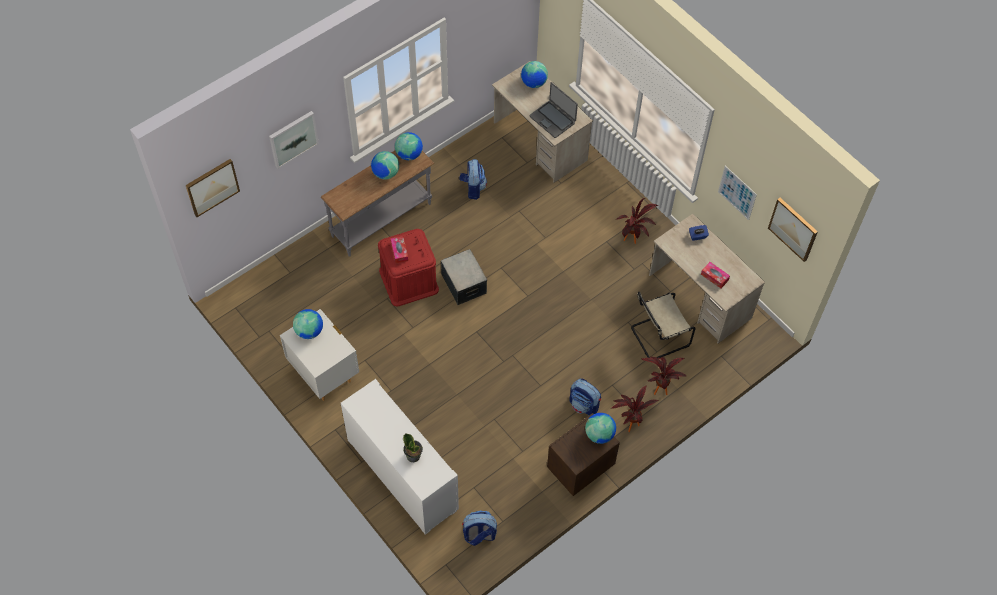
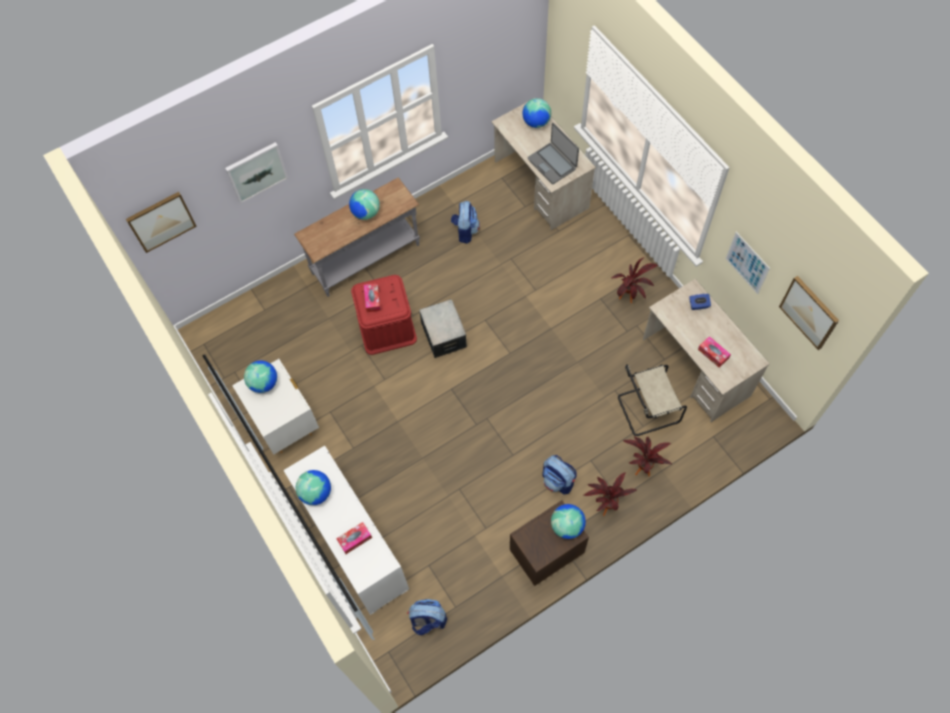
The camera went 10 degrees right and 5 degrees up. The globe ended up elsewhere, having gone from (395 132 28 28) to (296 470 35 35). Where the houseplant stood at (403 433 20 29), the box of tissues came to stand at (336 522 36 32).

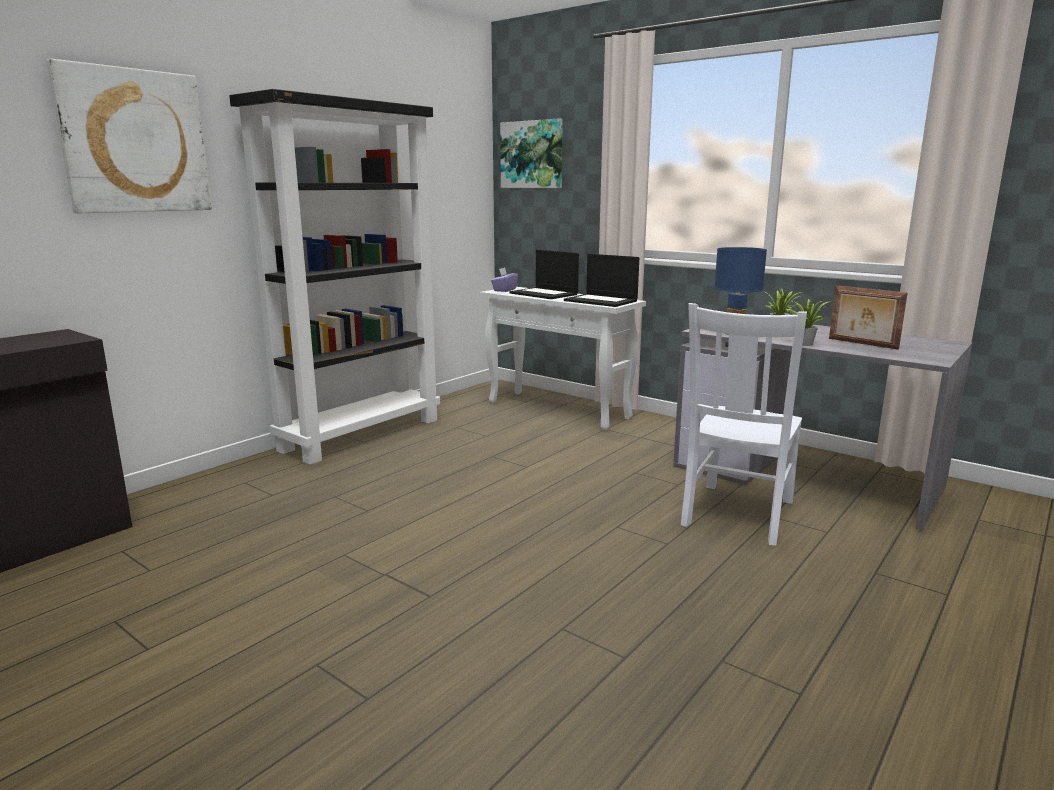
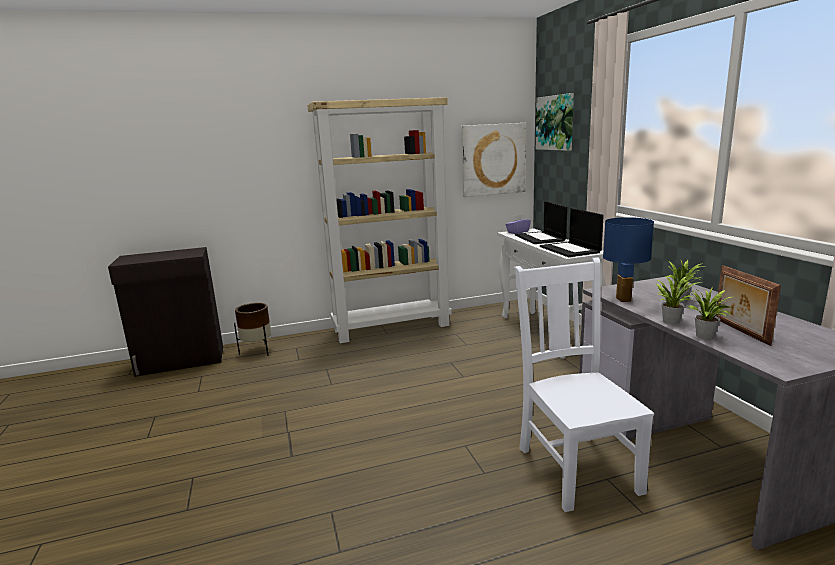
The camera went 35 degrees right and 0 degrees up. The wall picture ended up elsewhere, having gone from (47 59 165 154) to (461 123 65 74). What was the bookshelf in blackish at (229 89 211 376) turned into the bookshelf in beige-coloured at (307 97 145 246). The chair in white at (681 303 126 243) ended up facing another way, 105 degrees clockwise from before. The second view gained the houseplant at (684 287 48 52). The second view gained the plant pot in brown at (234 303 37 53).

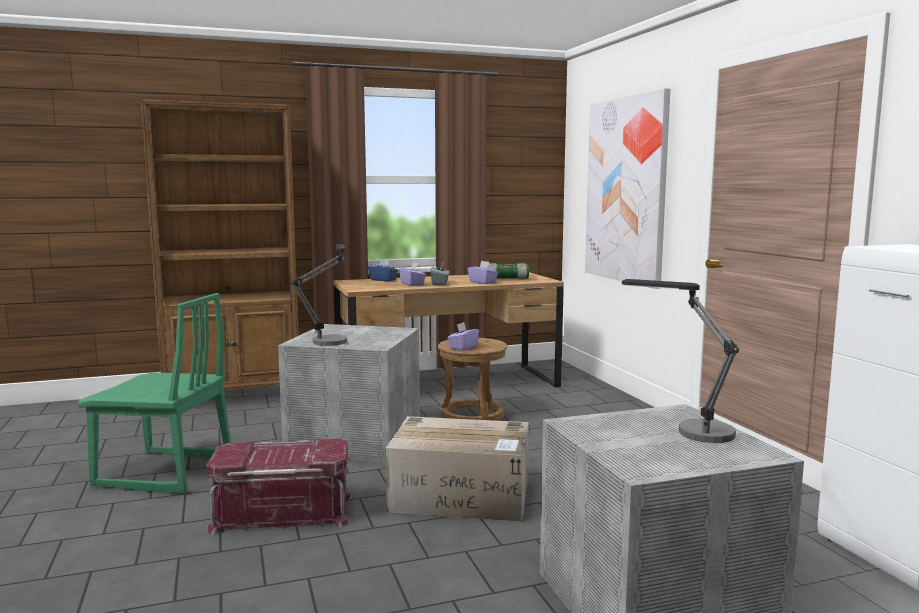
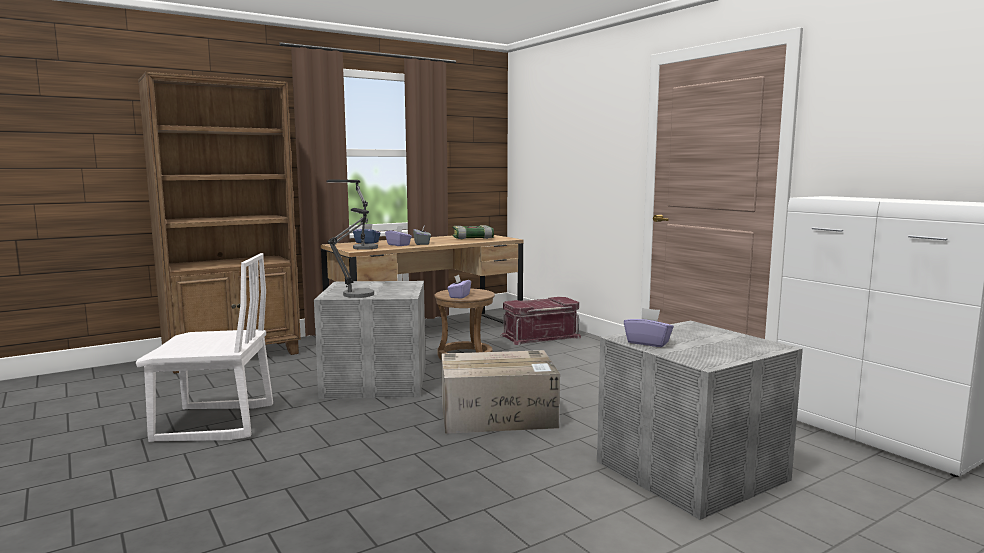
The camera went 15 degrees left and 0 degrees up. The second view lost the wall picture at (585 88 85 201). The box of tissues in purple-coloured ended up elsewhere, having gone from (468 261 30 23) to (624 308 50 39). The lamp for a table ended up elsewhere, having gone from (622 279 117 164) to (326 180 52 70). What was the chair in green-coloured at (77 293 154 200) turned into the chair in white at (136 253 137 189). The storage container in red ended up elsewhere, having gone from (206 438 146 97) to (501 297 80 48).

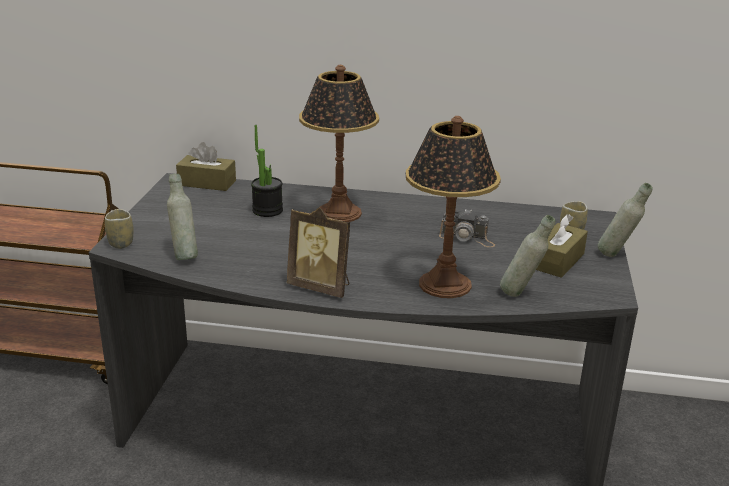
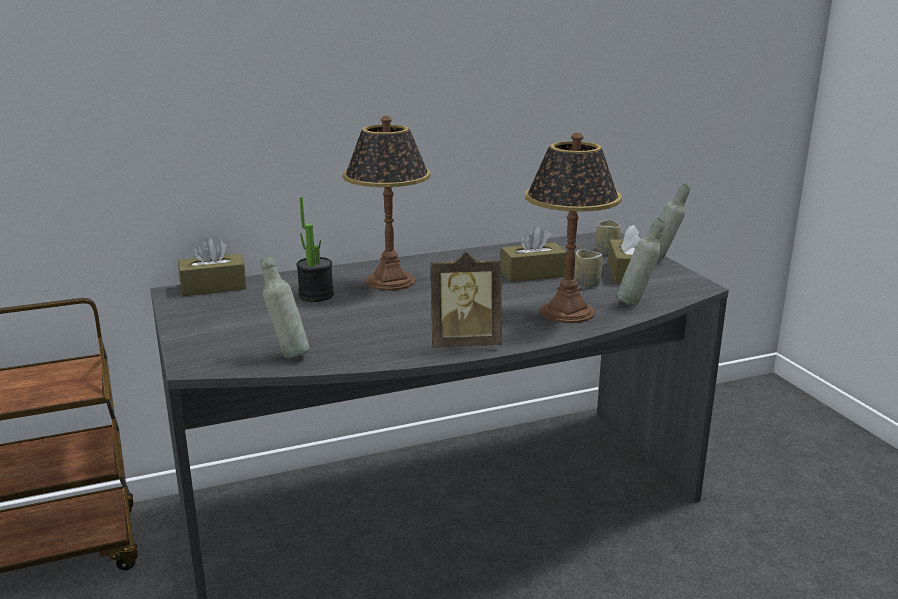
The camera went 30 degrees left and 5 degrees down. The cup ended up elsewhere, having gone from (105 209 29 40) to (574 249 28 38). Where the still camera stood at (439 210 56 37), the box of tissues in brown came to stand at (500 226 67 56).

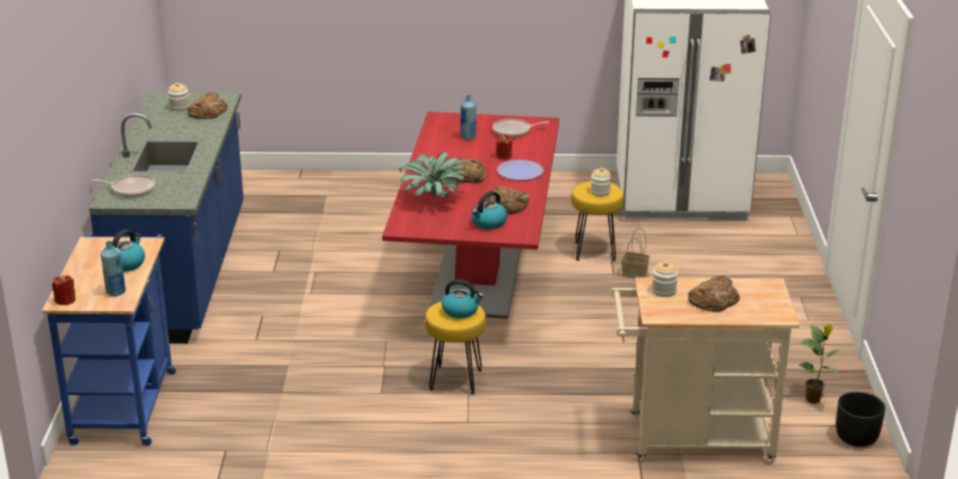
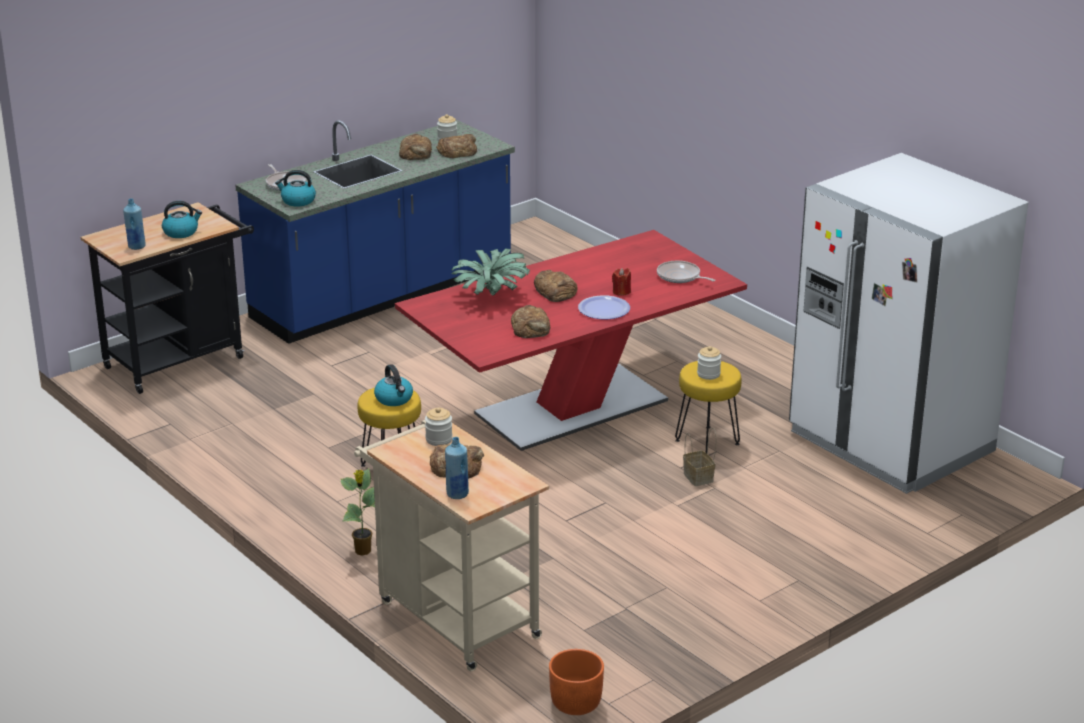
The camera went 50 degrees right and 0 degrees up. The bottle in blue ended up elsewhere, having gone from (460 95 16 45) to (445 437 24 62). The tea kettle ended up elsewhere, having gone from (471 191 36 38) to (275 170 41 37). What was the wheeled cart in blue at (42 234 134 212) turned into the wheeled cart in blackish at (81 202 173 192). The second view lost the wax light in red at (52 275 24 30). The houseplant ended up elsewhere, having gone from (798 324 46 79) to (341 468 34 87). What was the plant pot in blackish at (836 392 49 55) turned into the plant pot in orangey at (549 649 55 66). The second view gained the bread at (399 134 33 26).

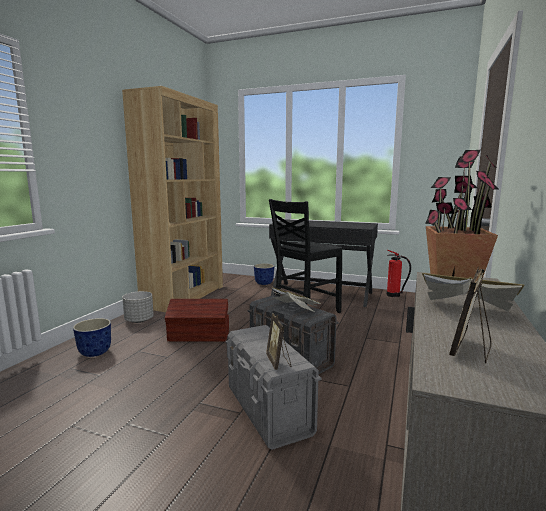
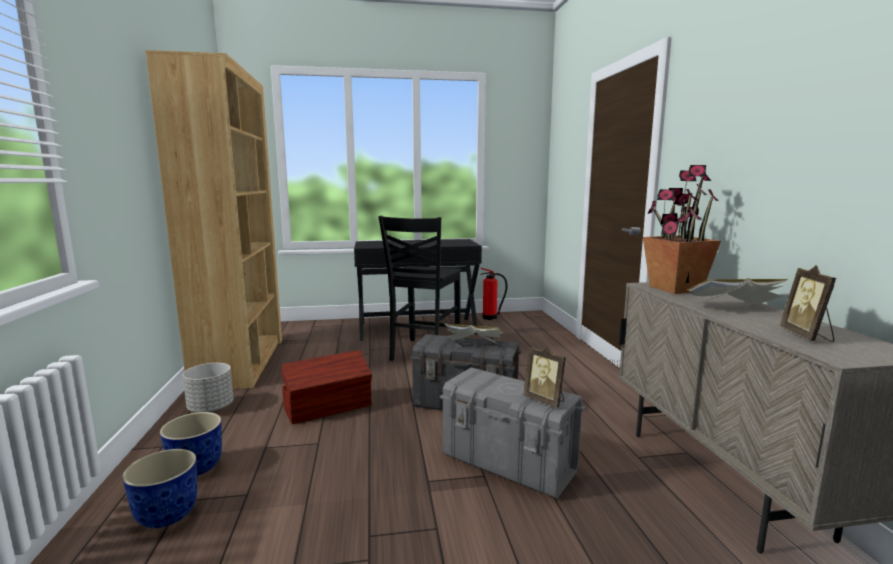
The camera went 30 degrees left and 0 degrees up. The plant pot ended up elsewhere, having gone from (254 263 20 22) to (122 449 75 79).

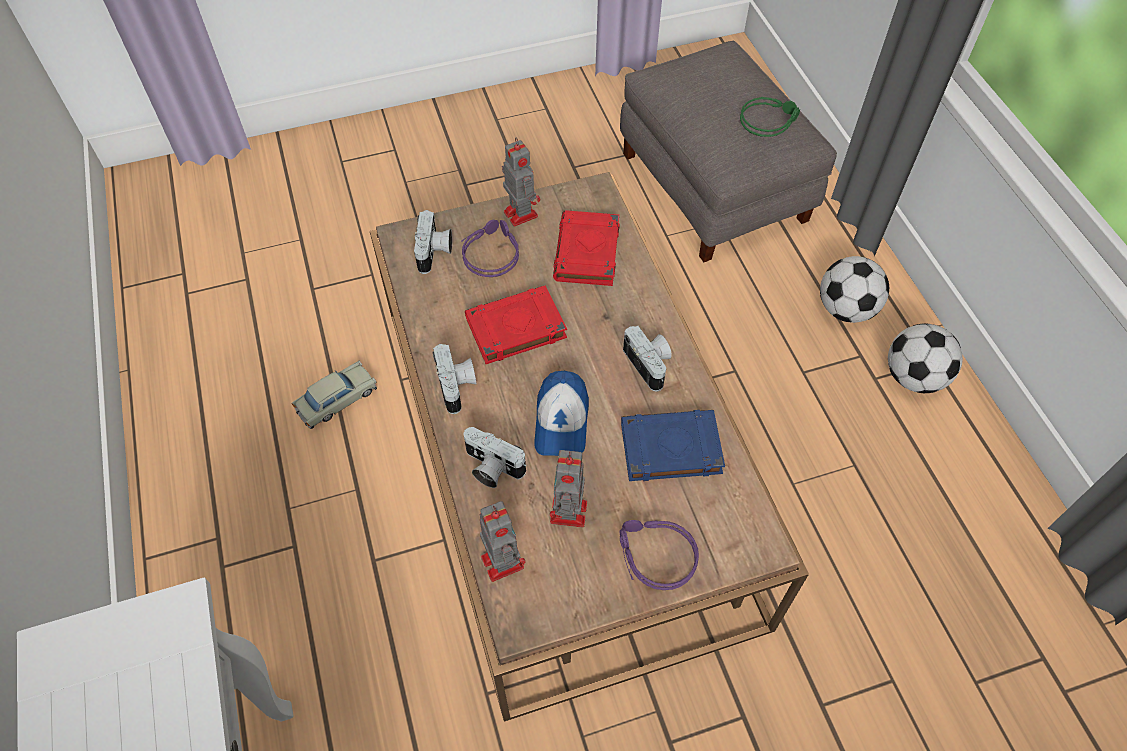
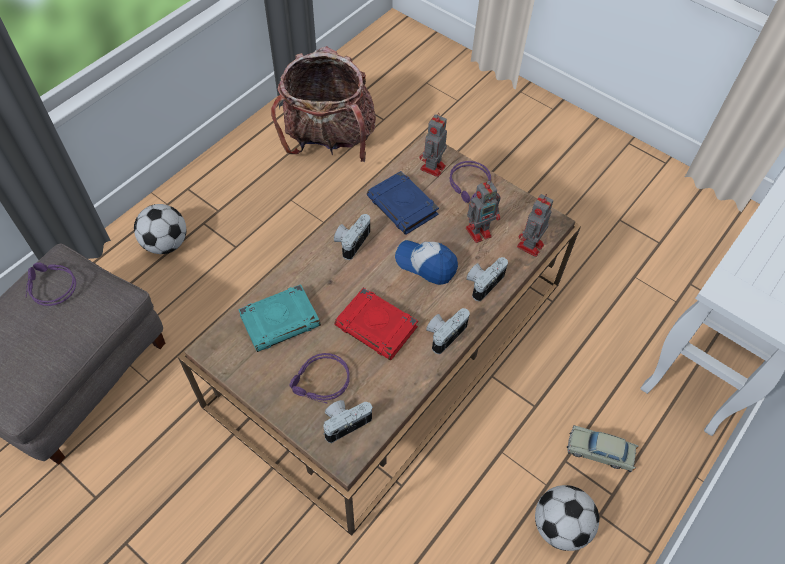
The camera went 125 degrees left and 0 degrees up. What was the headphones in green-coloured at (740 97 60 40) turned into the headphones in purple-coloured at (26 262 50 44). The toy robot ended up elsewhere, having gone from (502 137 38 90) to (419 113 28 64). What was the book in red at (553 210 67 76) turned into the book in turquoise-coloured at (238 284 83 68). The football ended up elsewhere, having gone from (888 323 75 70) to (535 485 64 66). The miniature car in beige-coloured ended up elsewhere, having gone from (291 361 86 68) to (567 425 72 47). The peaked cap at (534 371 55 85) ended up facing another way, 120 degrees counterclockwise from before. The still camera at (463 427 63 61) ended up facing another way, 135 degrees counterclockwise from before. The second view gained the backpack at (271 46 105 116).

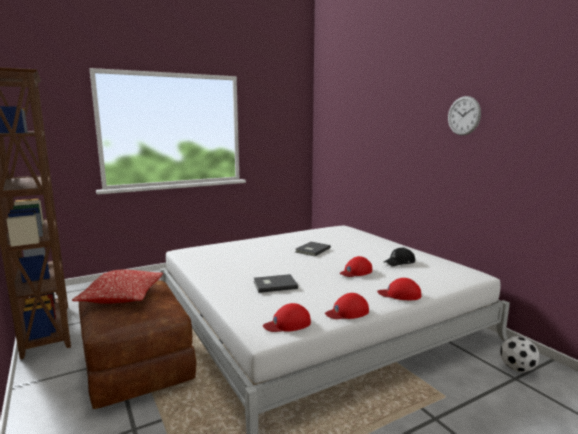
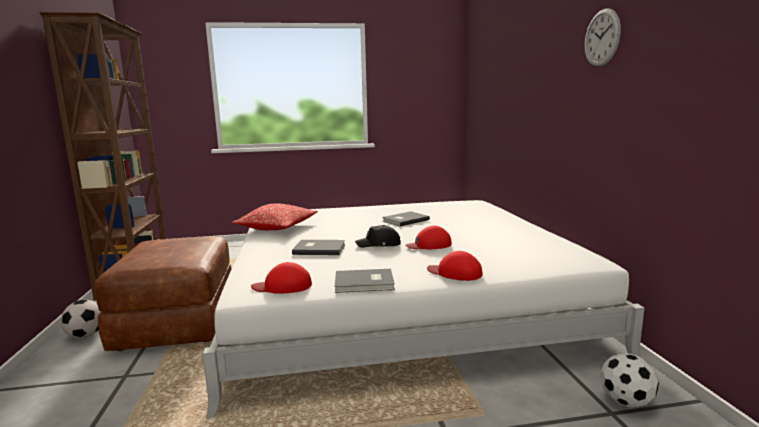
The camera went 20 degrees right and 0 degrees up. The peaked cap in blackish ended up elsewhere, having gone from (384 248 31 18) to (355 225 46 23). The throw pillow ended up elsewhere, having gone from (72 270 91 34) to (232 203 86 27). Where the peaked cap in red stood at (325 293 44 26), the book in greyish came to stand at (335 269 60 24). The second view gained the football at (61 300 40 38).

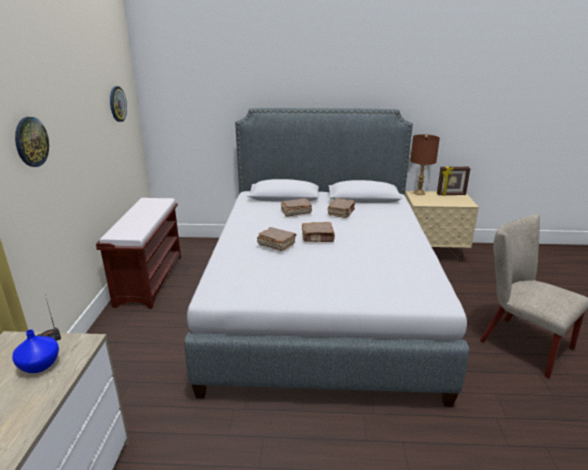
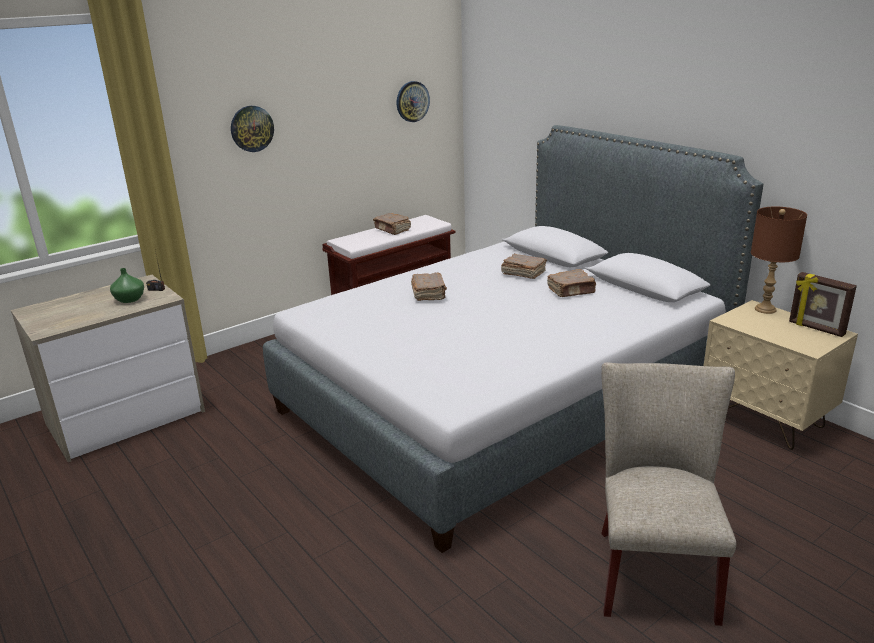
The camera went 50 degrees right and 0 degrees up. The book in brown ended up elsewhere, having gone from (302 222 33 20) to (373 213 38 22). What was the vase in blue at (12 329 47 44) turned into the vase in green-coloured at (110 268 34 35).

